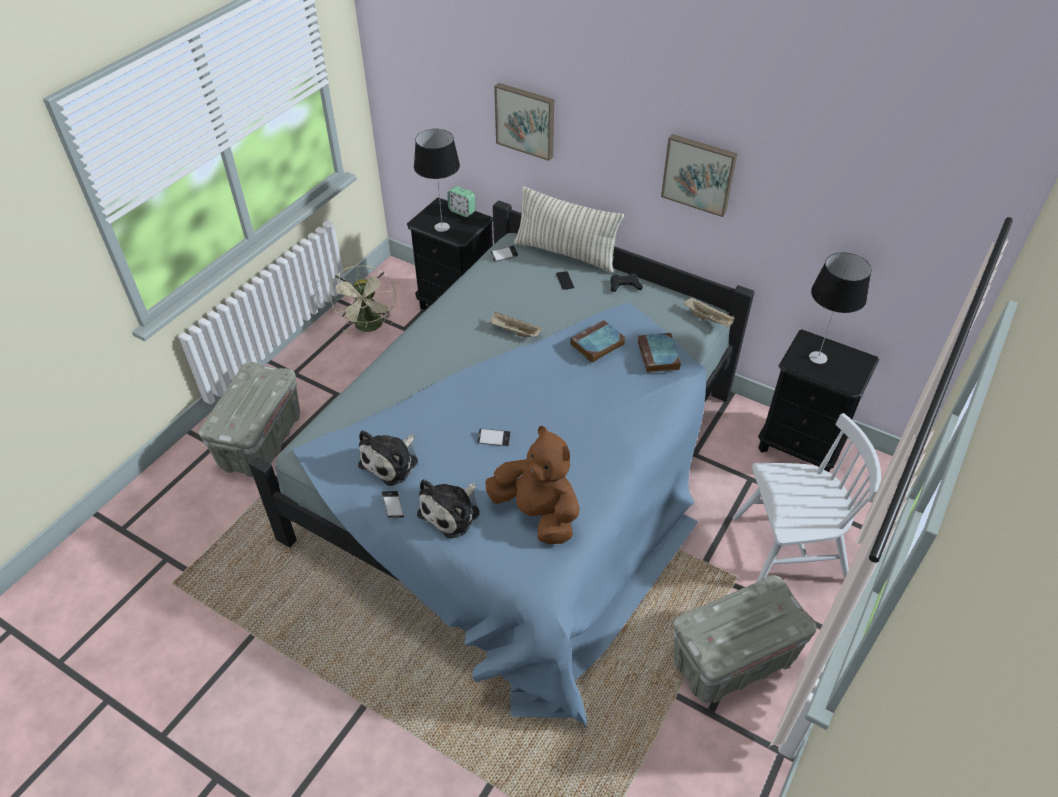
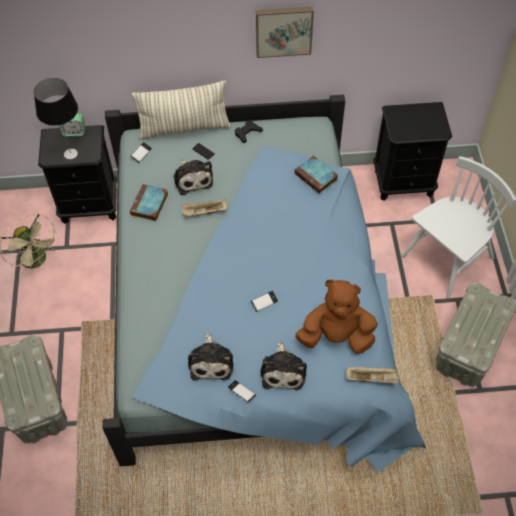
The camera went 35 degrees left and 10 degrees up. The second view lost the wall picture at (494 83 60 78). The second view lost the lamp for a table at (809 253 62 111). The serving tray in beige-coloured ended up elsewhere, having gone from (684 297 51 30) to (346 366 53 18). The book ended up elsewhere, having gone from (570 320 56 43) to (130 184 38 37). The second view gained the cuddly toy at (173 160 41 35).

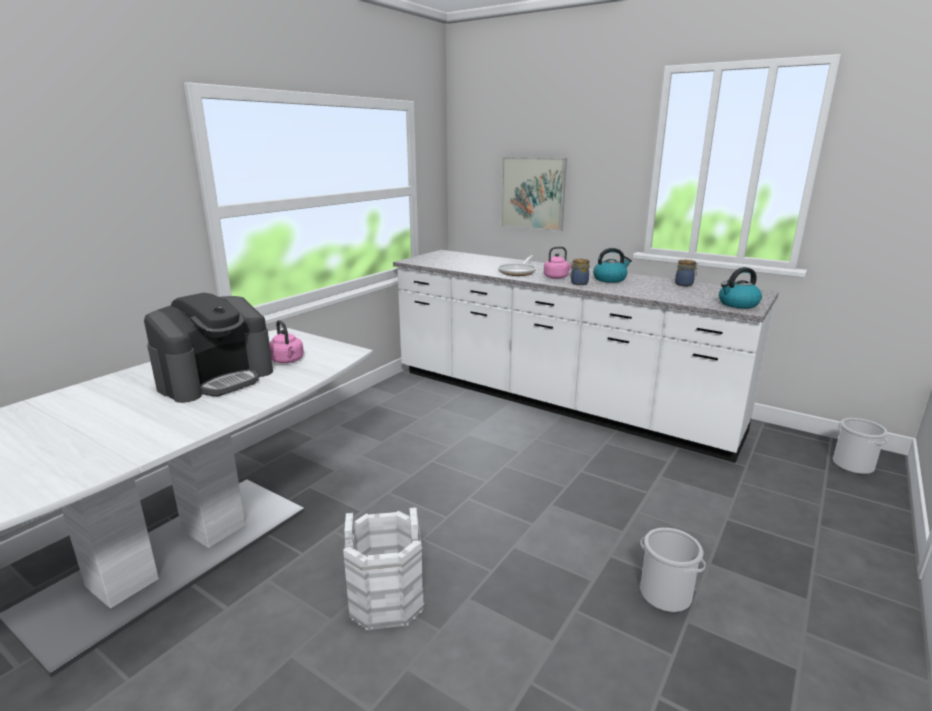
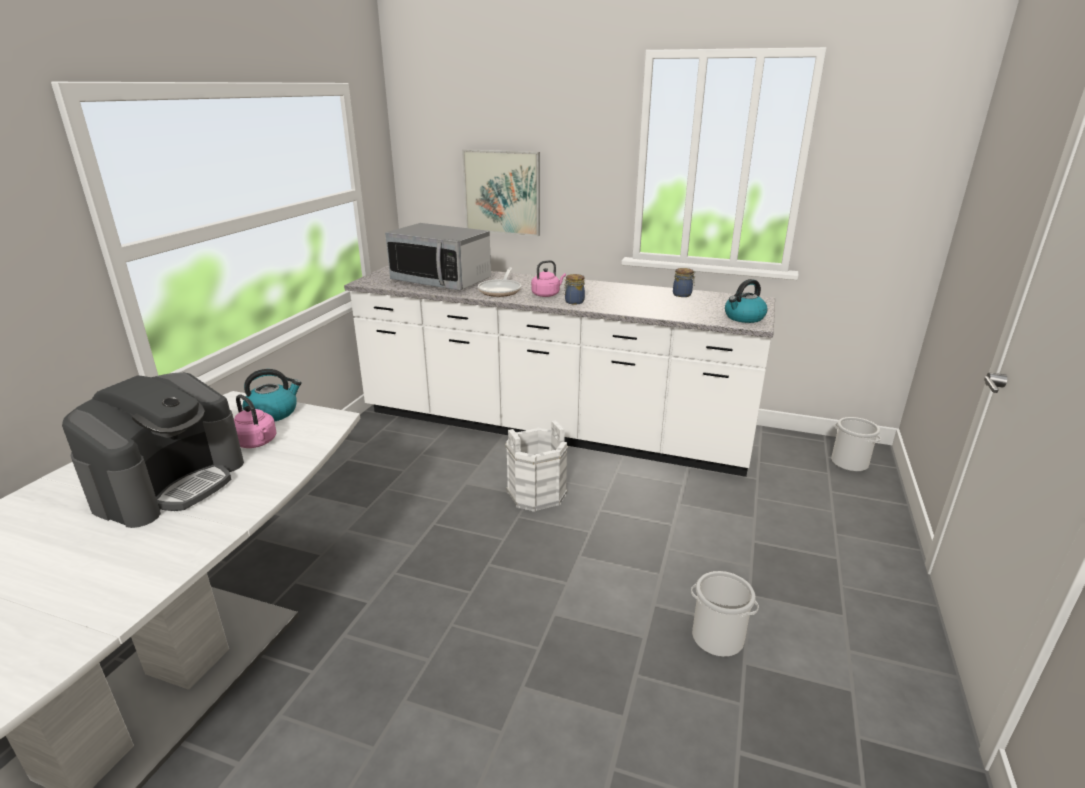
The camera went 15 degrees left and 5 degrees up. The tea kettle ended up elsewhere, having gone from (593 248 39 35) to (242 369 60 53). The bucket in white ended up elsewhere, having gone from (343 507 82 124) to (505 420 63 92). The second view gained the microwave oven at (385 223 106 68).

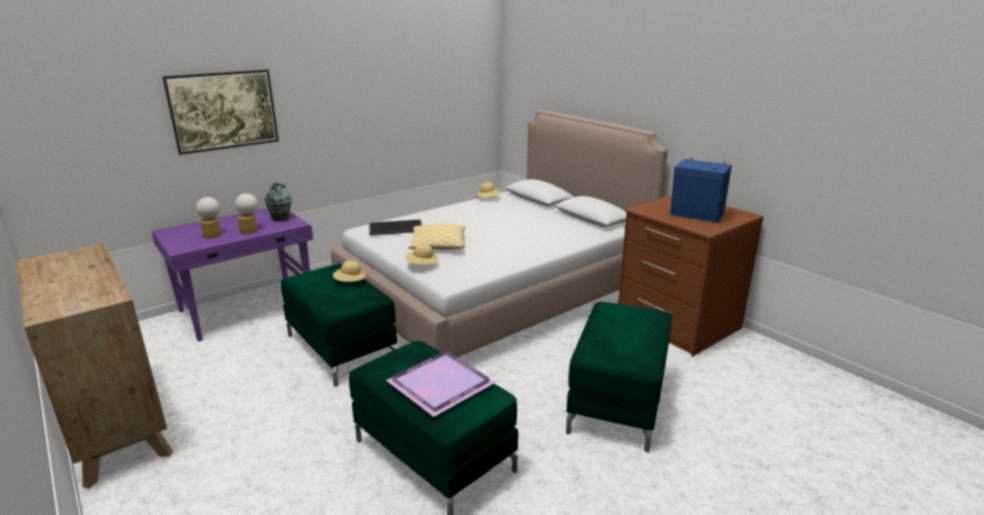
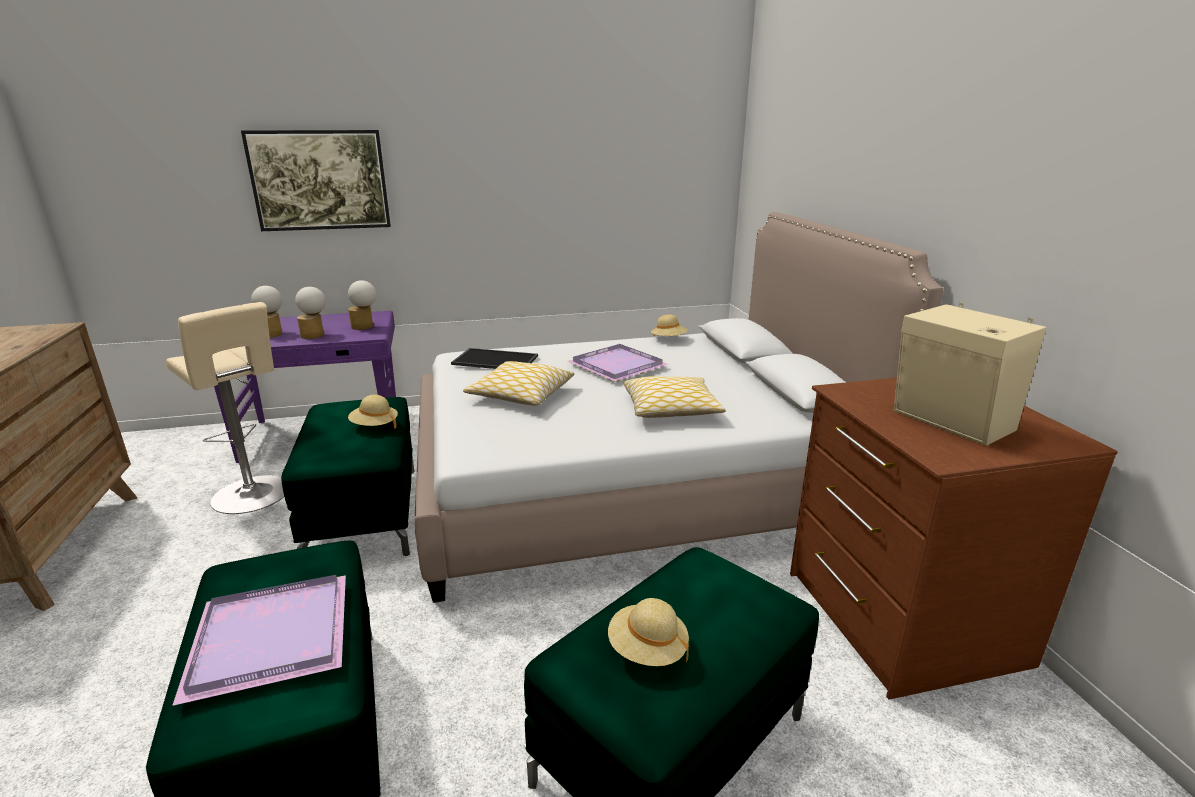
The camera went 25 degrees right and 0 degrees up. What was the audio speaker in blue at (670 157 62 66) turned into the audio speaker in beige-coloured at (894 303 153 143). Where the vase stood at (265 182 27 39), the lamp for a table came to stand at (348 280 28 50). The hat in beige-coloured ended up elsewhere, having gone from (405 244 34 21) to (608 598 81 68). The second view gained the stool seat in beige-coloured at (166 302 118 212). The second view gained the serving tray in purple-coloured at (567 344 101 38). The second view gained the throw pillow at (624 376 102 42).

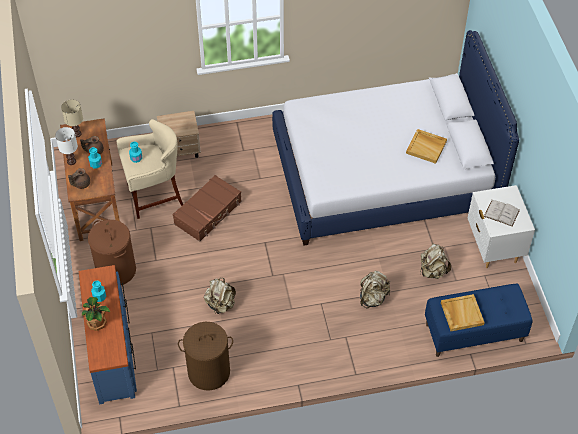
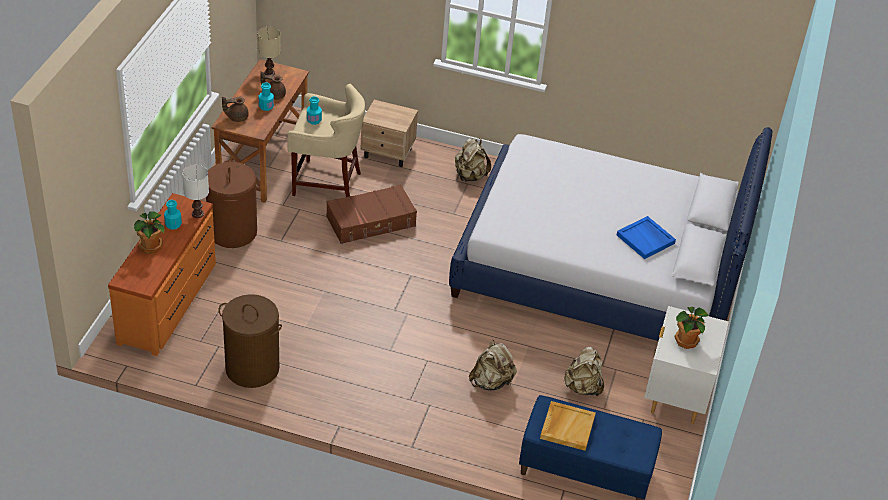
The camera went 25 degrees right and 10 degrees down. The lamp for a table in white ended up elsewhere, having gone from (55 127 23 38) to (182 165 27 53). What was the serving tray in beige-coloured at (406 129 41 35) turned into the serving tray in blue at (617 216 59 43). Where the book in white stood at (484 200 36 27), the houseplant came to stand at (675 306 33 43). What was the dresser in blue at (78 265 59 139) turned into the dresser in orangey at (108 193 108 163). The backpack in beige-coloured ended up elsewhere, having gone from (204 278 32 36) to (455 139 36 43).

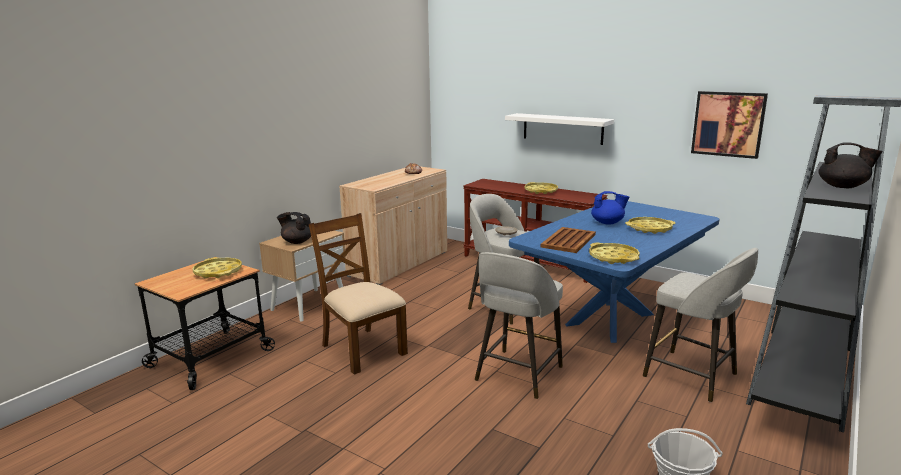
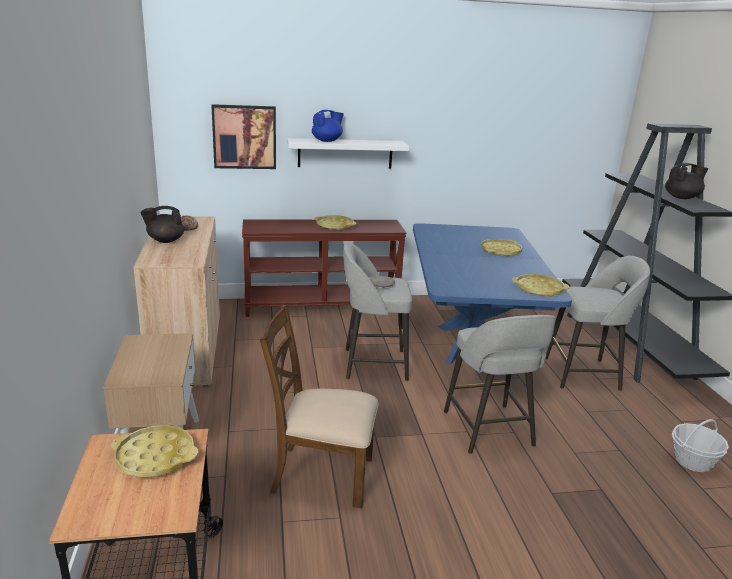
The camera went 45 degrees left and 5 degrees up. The wall picture ended up elsewhere, having gone from (691 91 77 68) to (211 104 65 65). The teapot in blue ended up elsewhere, having gone from (591 191 38 33) to (312 110 32 32). The teapot in blackish ended up elsewhere, having gone from (277 212 34 32) to (141 206 43 37). The second view lost the serving tray in brown at (540 227 56 26).

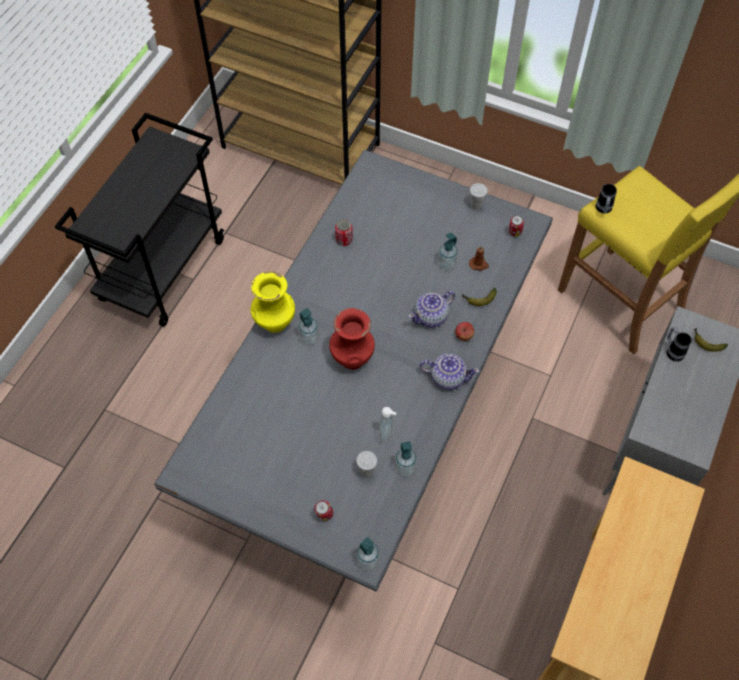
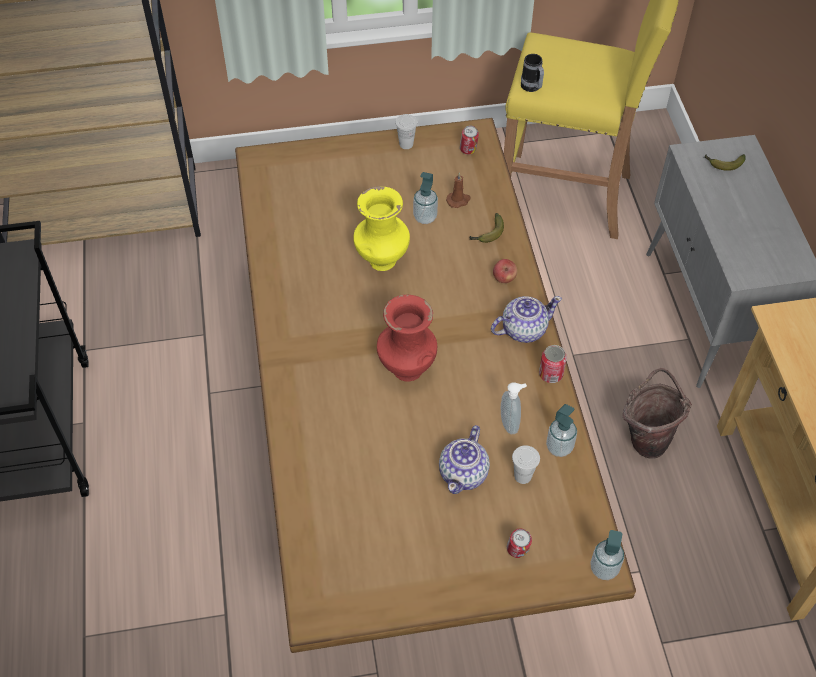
The camera went 35 degrees left and 5 degrees down. What was the dinner table in greyish at (154 150 399 441) turned into the dinner table in brown at (235 118 401 535). The sealed can ended up elsewhere, having gone from (335 219 18 27) to (539 345 28 38). The vase in yellow-coloured ended up elsewhere, having gone from (251 271 44 62) to (353 186 57 85). The teapot ended up elsewhere, having gone from (408 291 47 37) to (439 425 51 69). The second view lost the soap bottle at (298 308 21 37). The second view lost the coffee mug at (667 327 25 35). The second view gained the bucket in brown at (623 368 69 91).

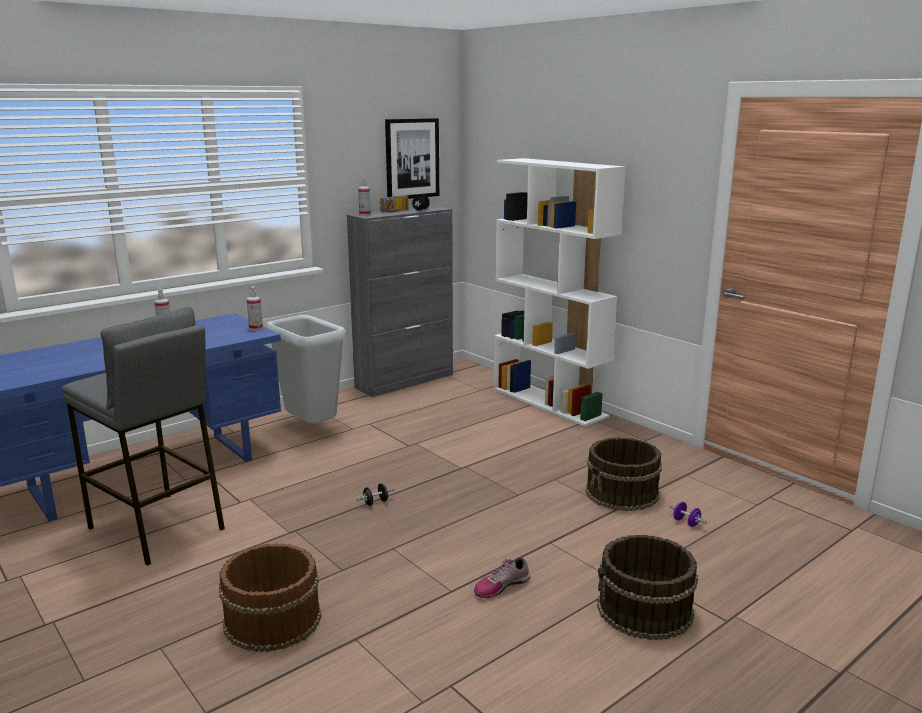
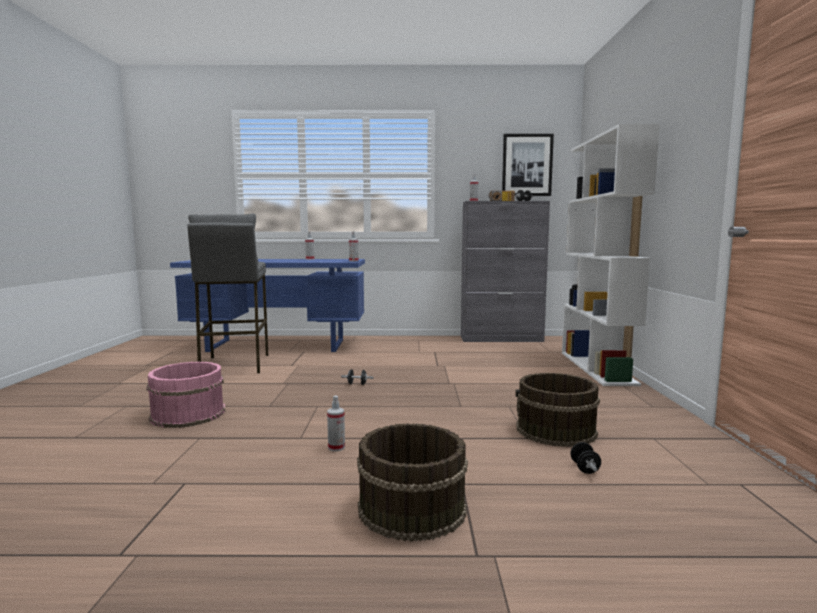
The camera went 40 degrees right and 10 degrees down. The second view lost the trash can in greyish at (266 315 80 108). What was the hand weight in purple-coloured at (669 502 38 25) turned into the hand weight in blackish at (570 442 31 32). What was the bucket in brown at (219 543 102 109) turned into the bucket in pink-coloured at (146 362 79 66). Where the low shoe stood at (474 557 56 41), the sprayer came to stand at (327 396 18 55).

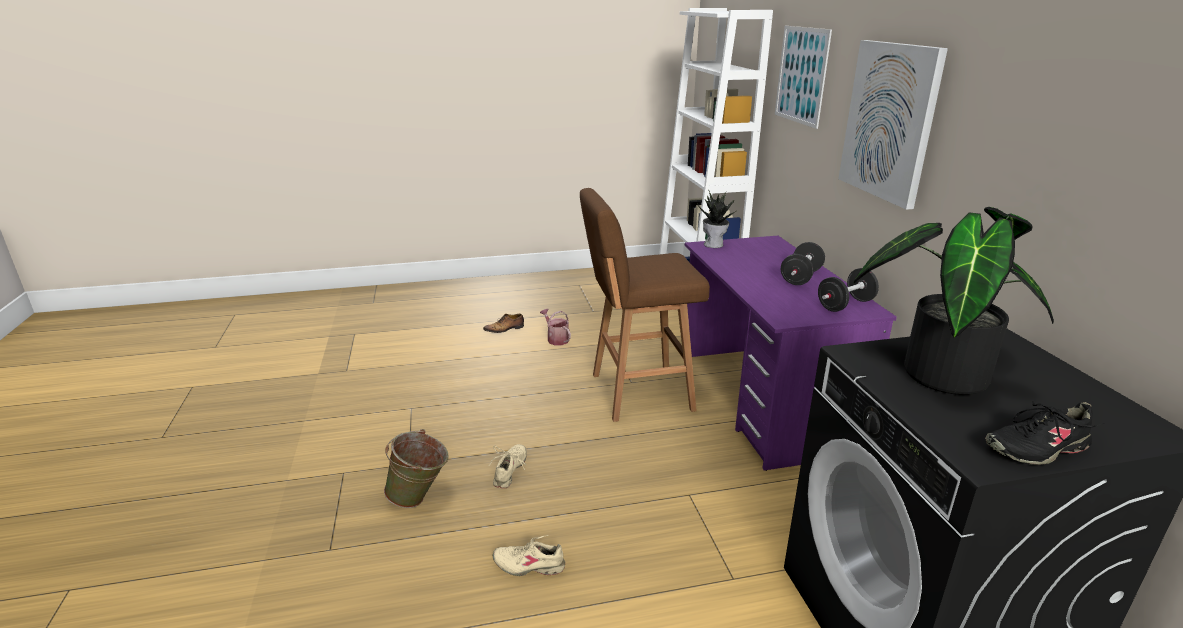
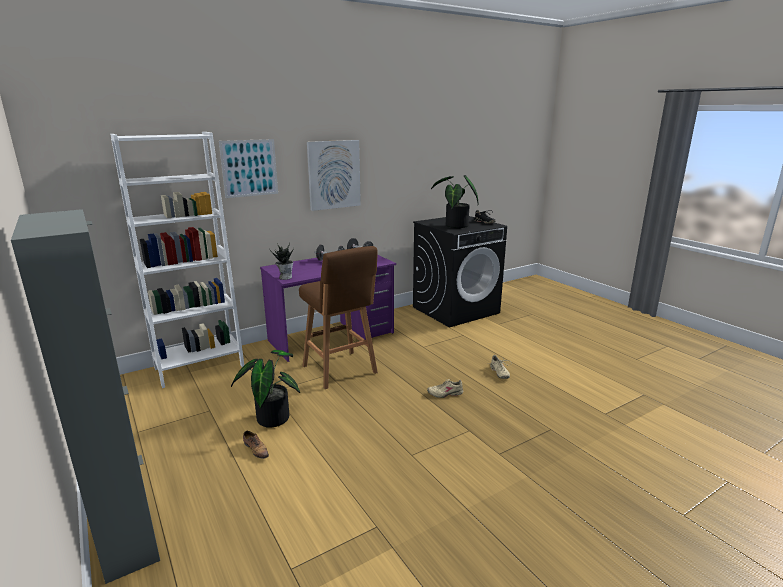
The camera went 110 degrees left and 5 degrees down. Where the sprinkling can stood at (540 309 31 36), the houseplant came to stand at (231 350 69 77). The second view lost the bucket in green-coloured at (384 429 65 79). The second view gained the storage cabinet in greyish at (11 209 149 375).

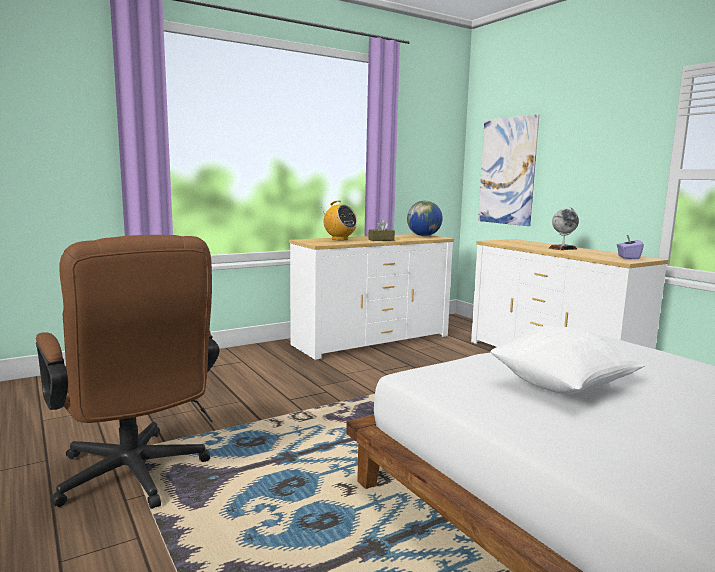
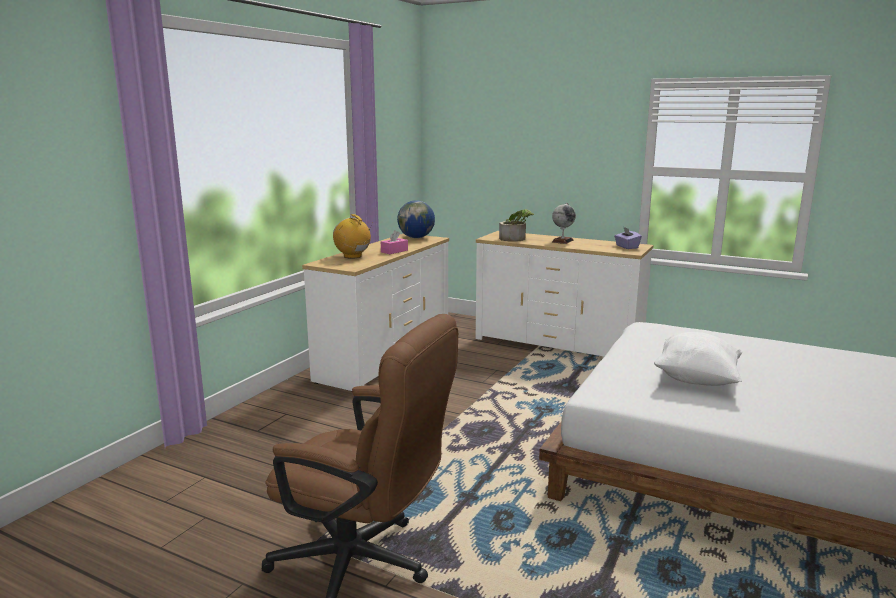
The camera went 30 degrees left and 5 degrees up. The second view lost the wall picture at (478 114 61 112). The radio set at (322 201 35 39) ended up facing another way, 150 degrees counterclockwise from before. What was the box of tissues in brown at (368 220 27 21) turned into the box of tissues in pink-coloured at (381 230 27 24). The second view gained the houseplant at (499 209 35 33).

